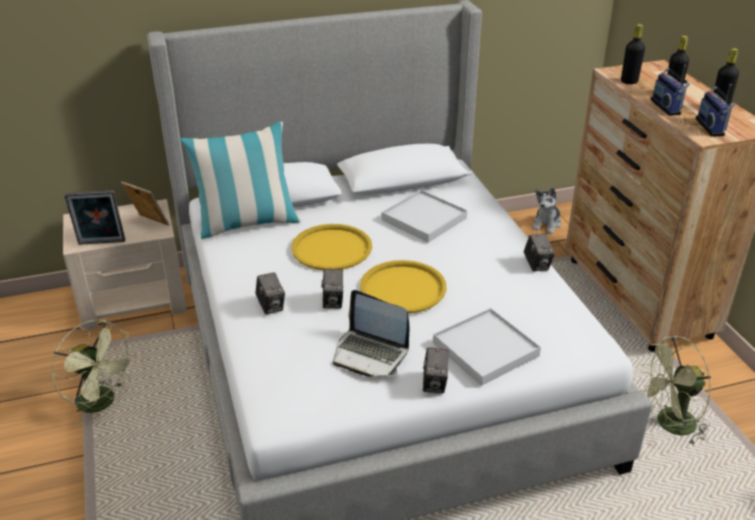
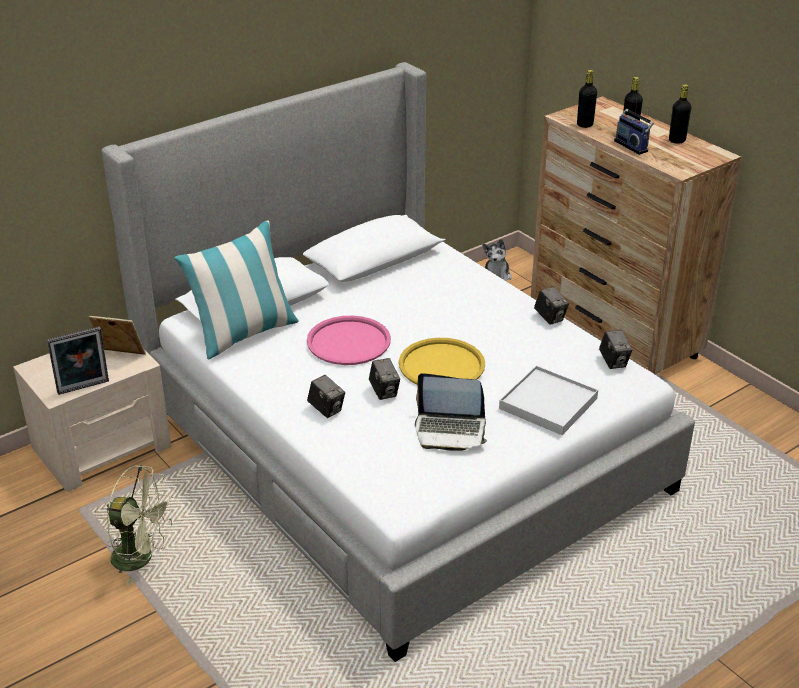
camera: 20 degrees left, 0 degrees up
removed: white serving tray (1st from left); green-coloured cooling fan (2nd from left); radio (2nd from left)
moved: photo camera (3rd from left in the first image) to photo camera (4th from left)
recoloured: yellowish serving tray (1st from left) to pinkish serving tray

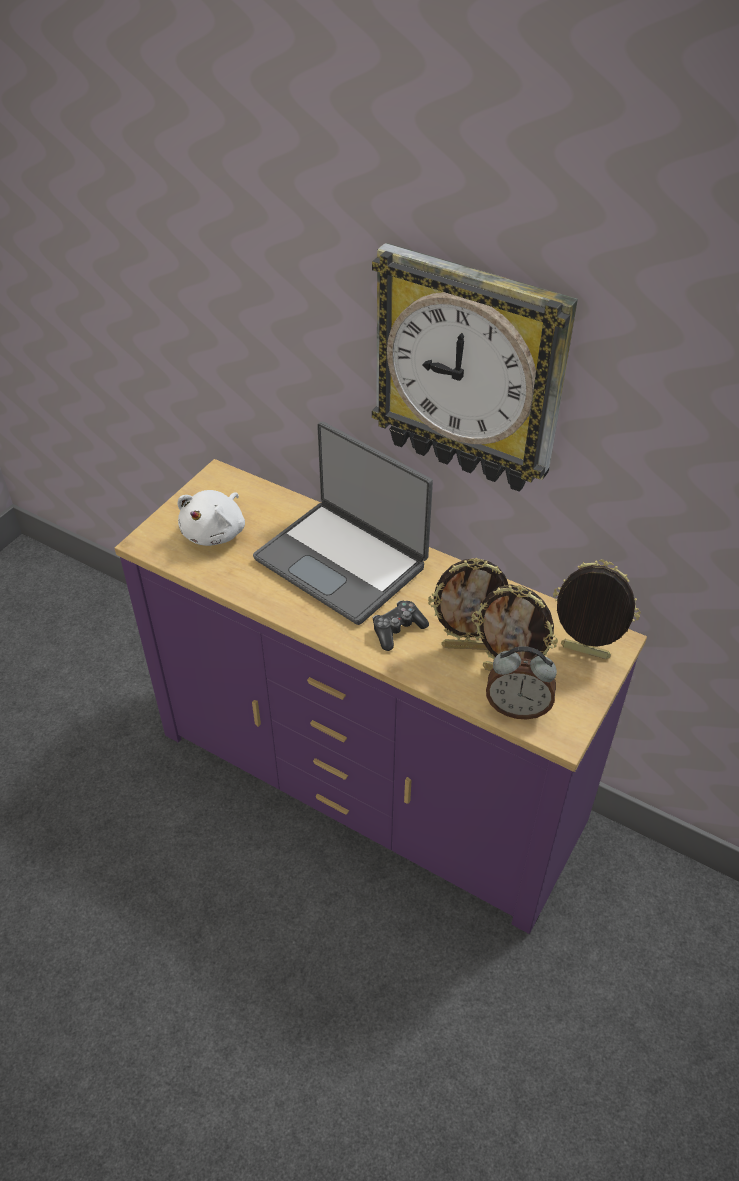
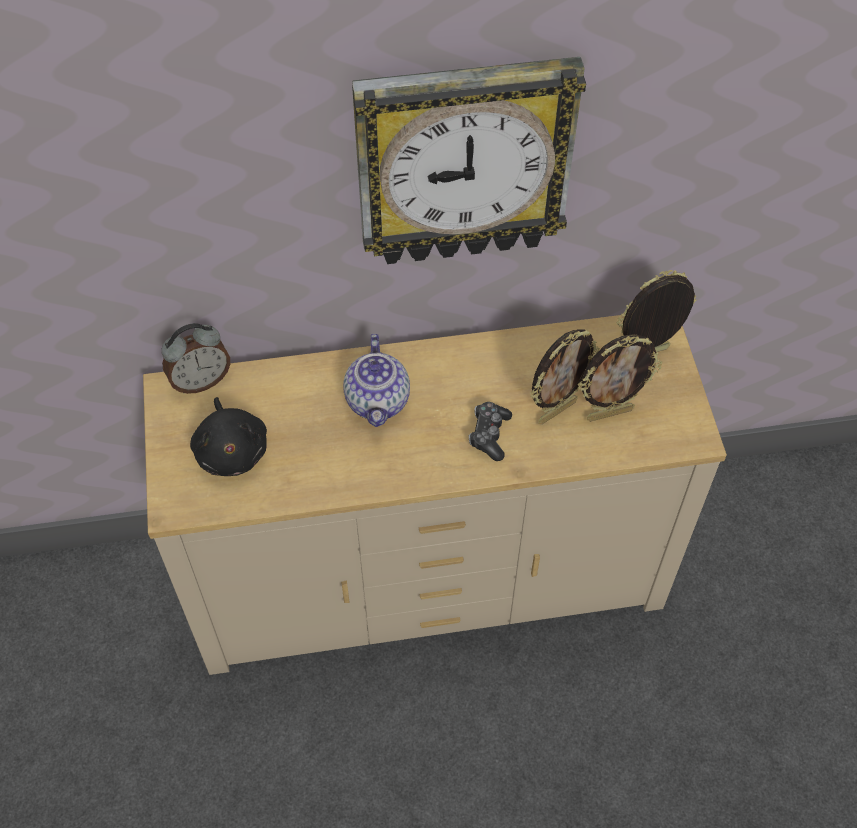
camera: 40 degrees left, 10 degrees up
moved: bedside clock
replaced: portable computer to pot for tea
recoloured: purple chest of drawers to sand-coloured chest of drawers; white cuddly toy to black-coloured cuddly toy

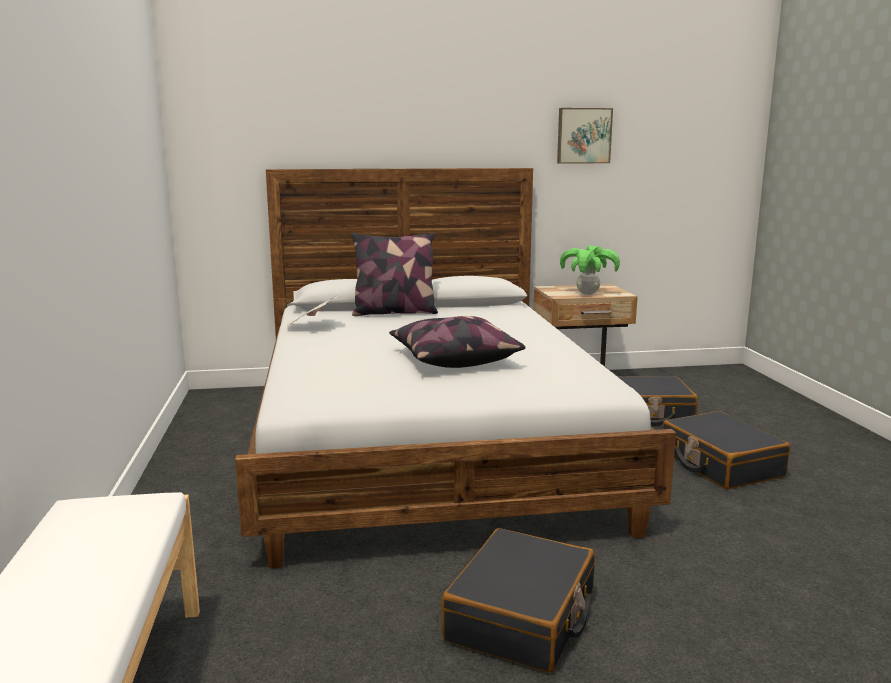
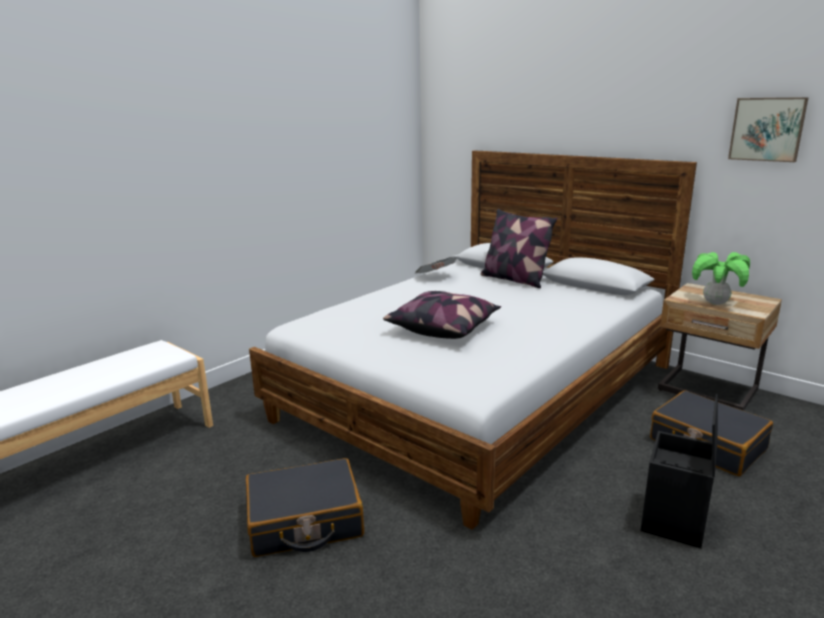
camera: 50 degrees right, 5 degrees up
replaced: black-coloured piece of luggage (3rd from left) to black-coloured storage box

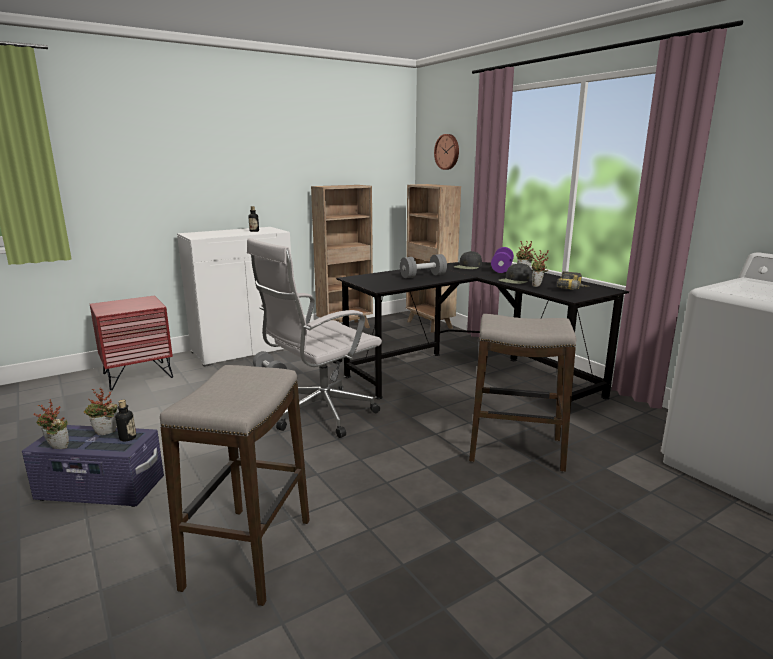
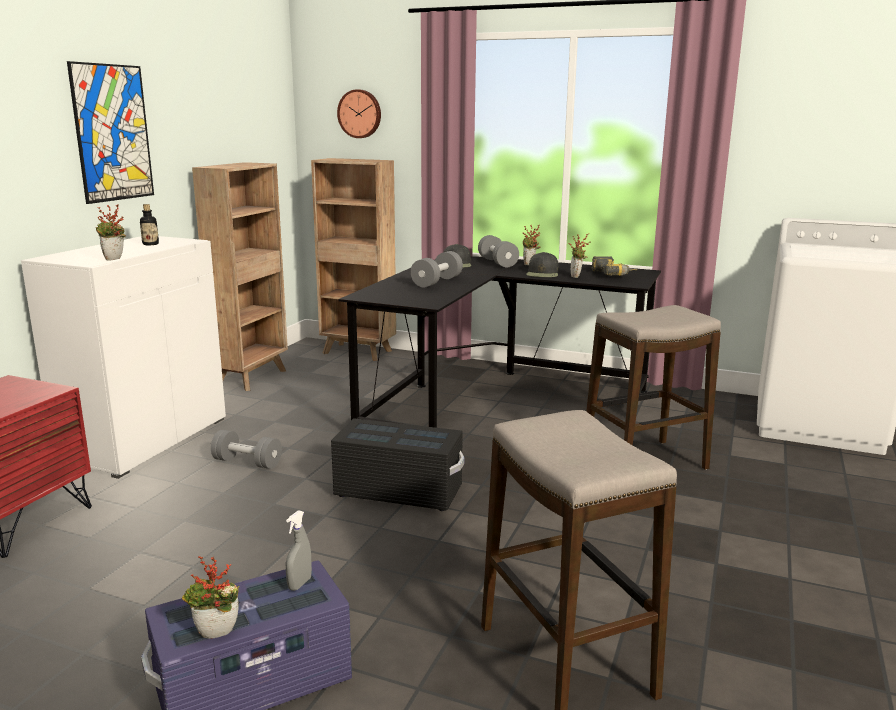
camera: 35 degrees left, 0 degrees up
added: picture
moved: potted plant (2nd from left in the first image) to potted plant (1st from left)
replaced: drink bottle (1st from left) to greyish hand sprayer; white desk chair to black-coloured storage box
recoloured: purple free weight to greyish free weight (3rd from left)

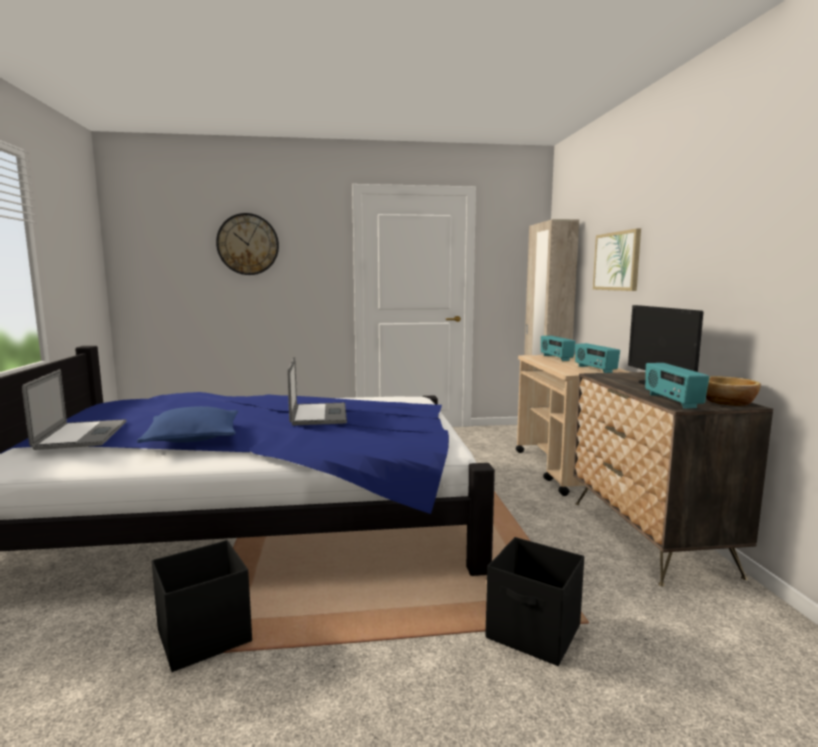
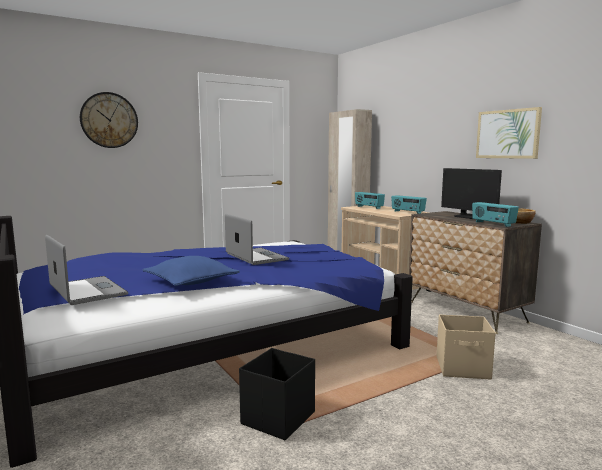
camera: 25 degrees left, 0 degrees up
moved: picture
recoloured: black-coloured storage box (2nd from left) to sand-coloured storage box

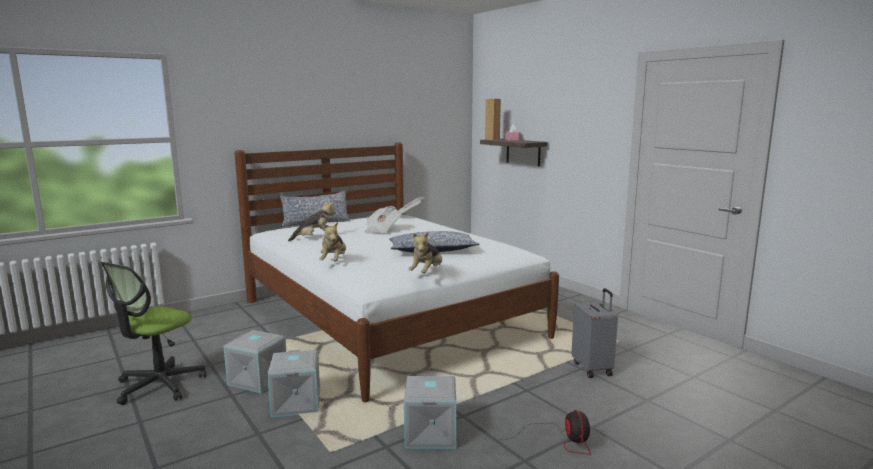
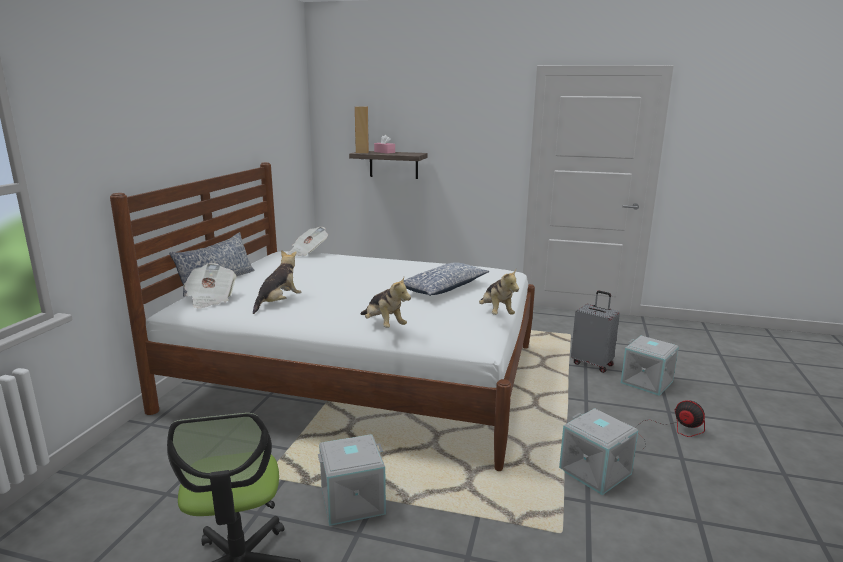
camera: 40 degrees left, 5 degrees up
moved: greyish storage box (2nd from left in the first image) to greyish storage box (3rd from left); printed paper (1st from left)

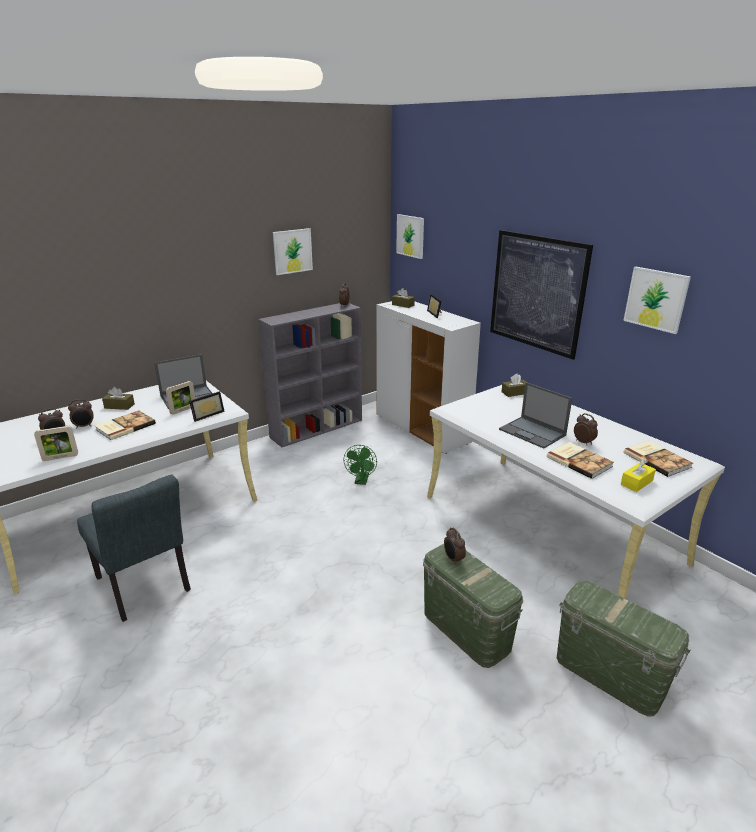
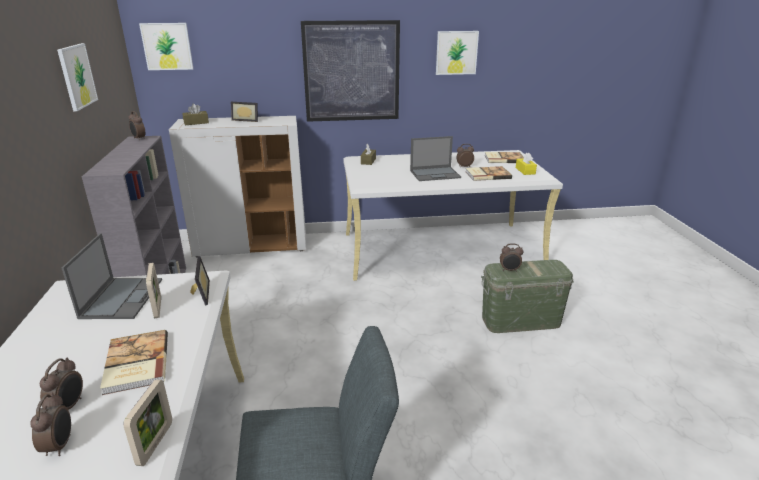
camera: 60 degrees left, 0 degrees up
removed: brown-coloured tissue holder (1st from left); green-coloured cooling fan; green-coloured storage box (2nd from left)

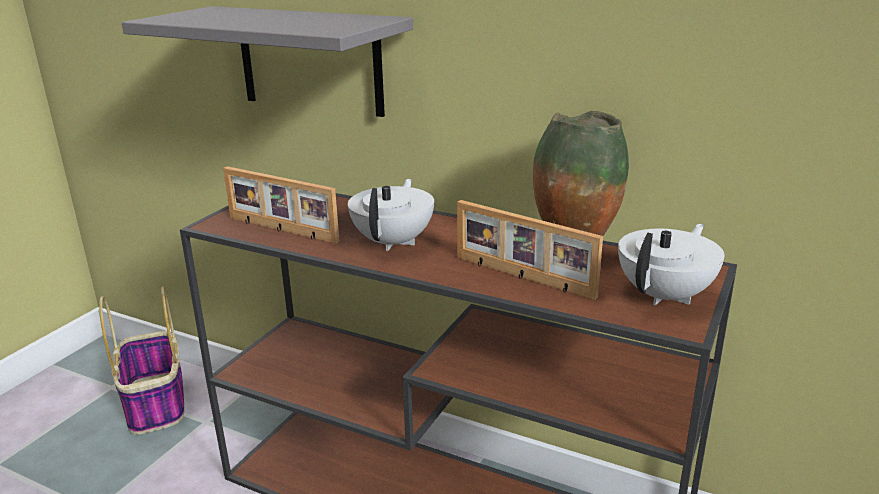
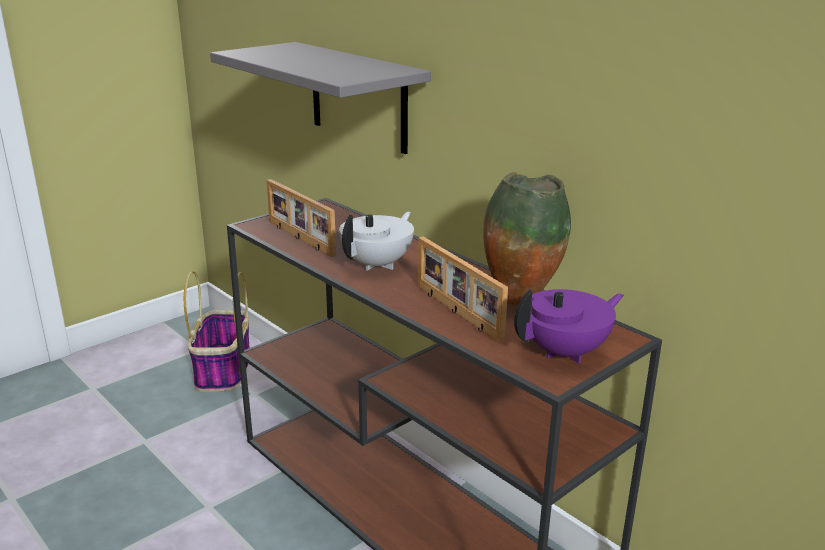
camera: 20 degrees right, 0 degrees up
recoloured: white pot for tea (2nd from left) to purple pot for tea

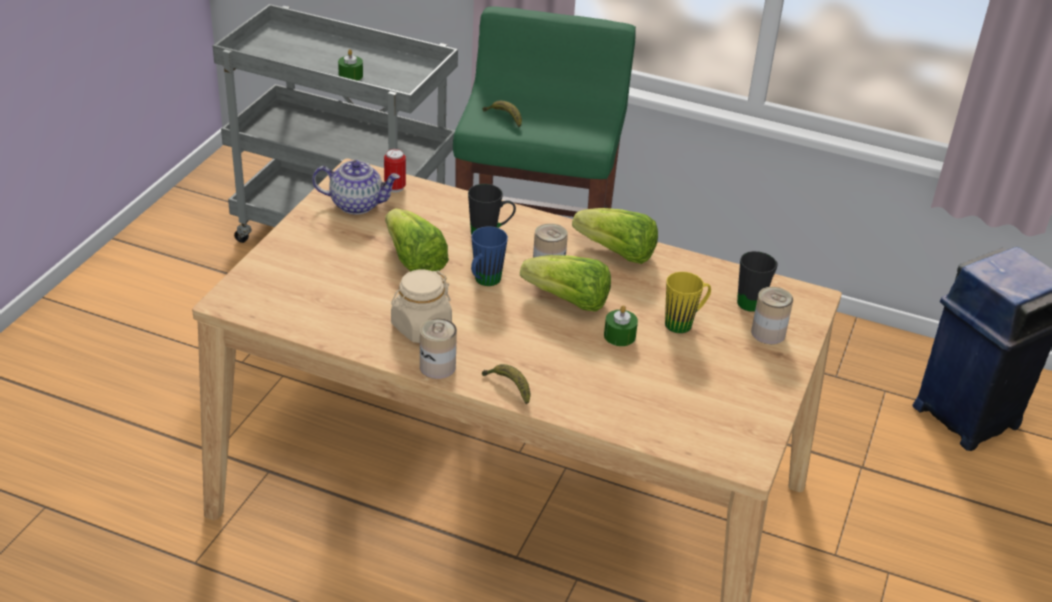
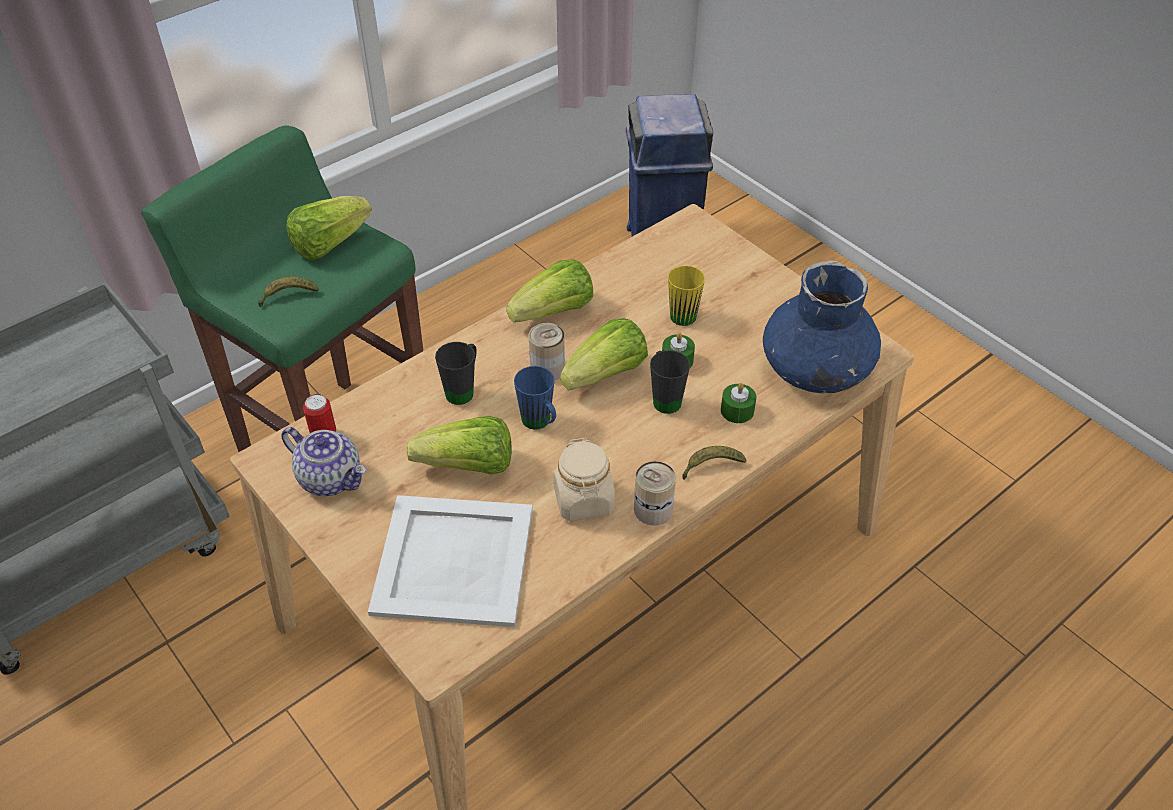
camera: 60 degrees left, 10 degrees up
removed: metal can (4th from left)
added: lettuce (1st from left); white serving tray; blue-coloured decorative vase
moved: green-coloured candle (1st from left in the first image) to green-coloured candle (2nd from left); black-coloured tea mug (2nd from left)
turned: pot for tea 90 degrees clockwise

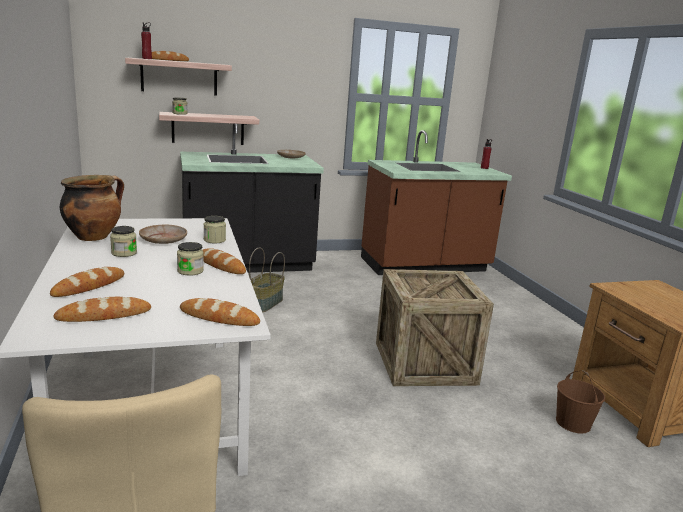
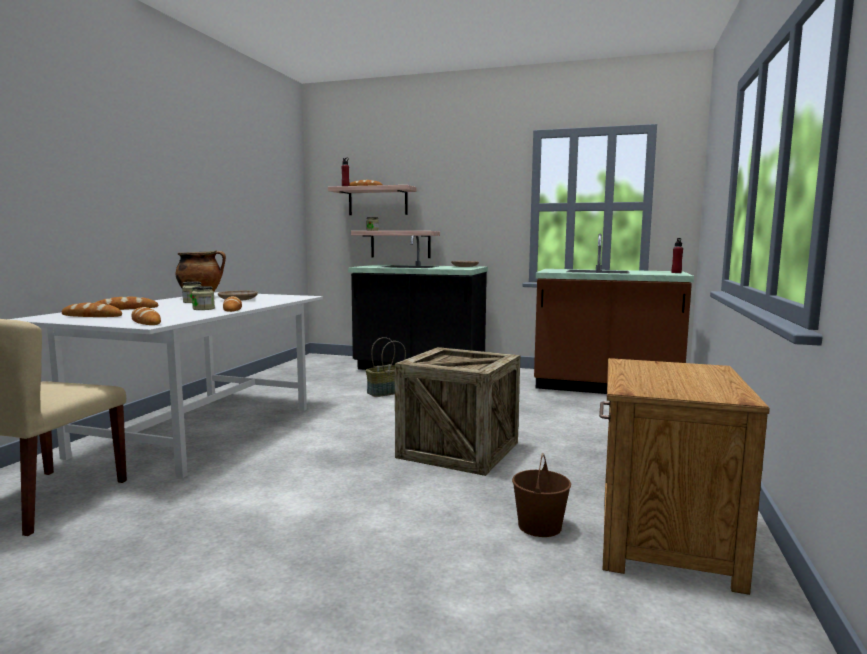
camera: 35 degrees right, 10 degrees down
removed: storage jar (4th from left)

